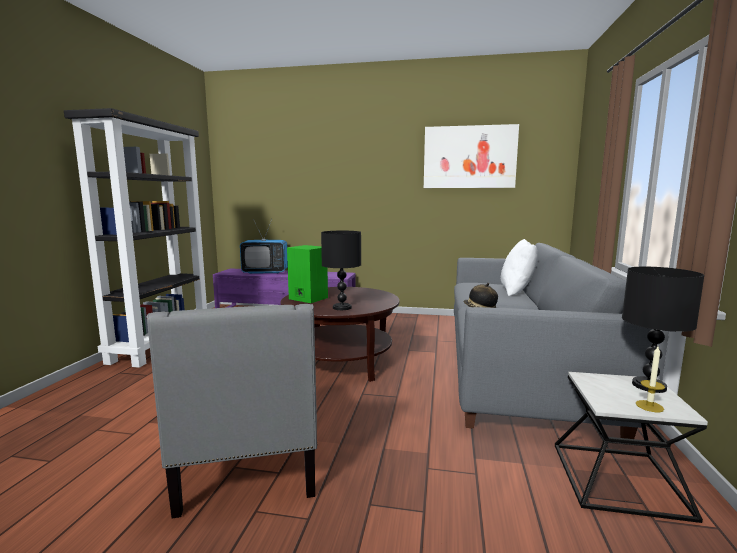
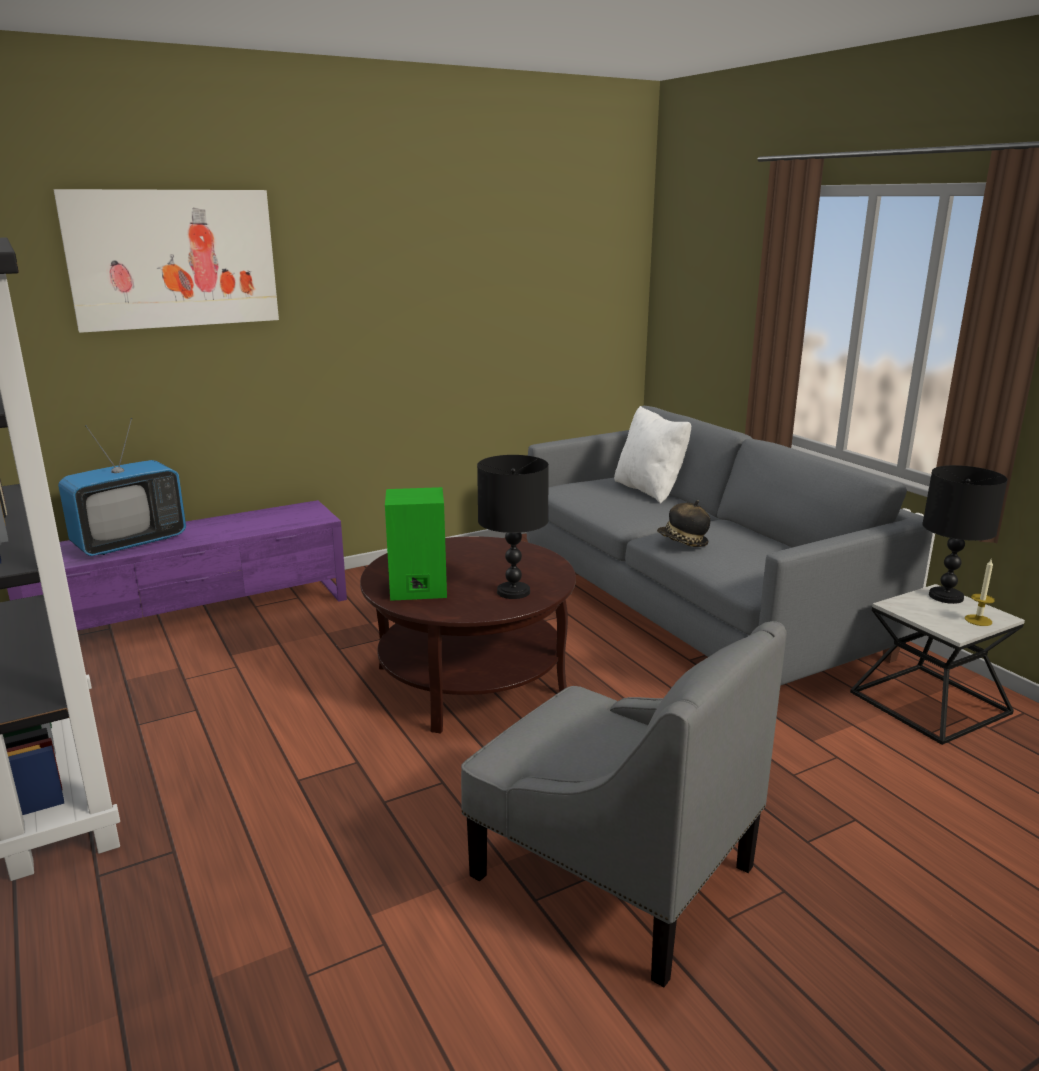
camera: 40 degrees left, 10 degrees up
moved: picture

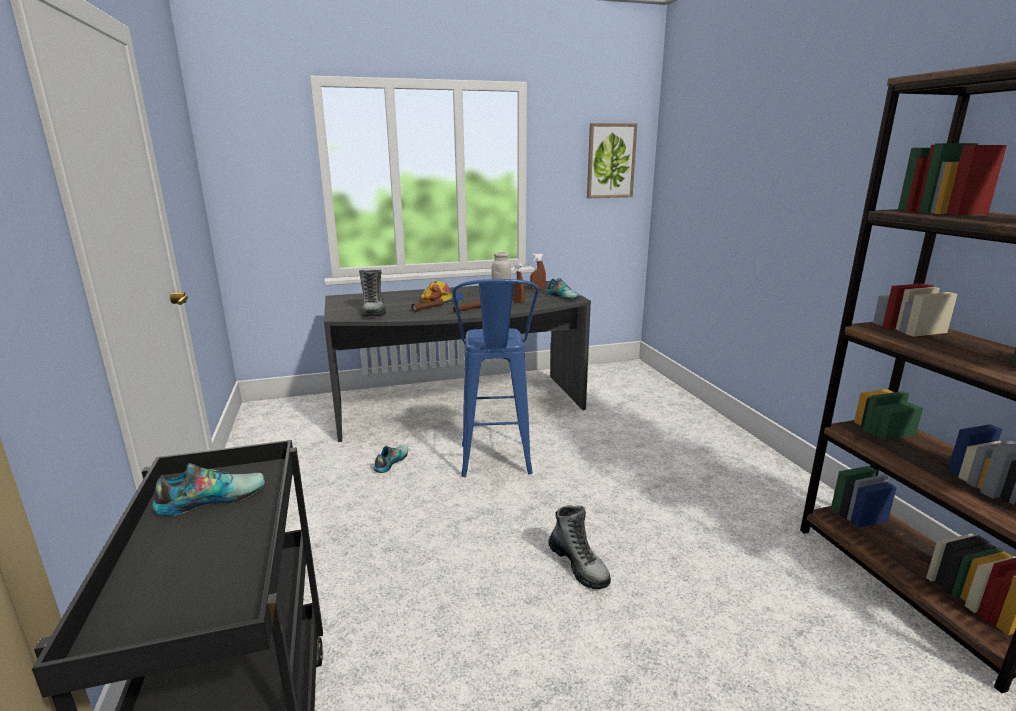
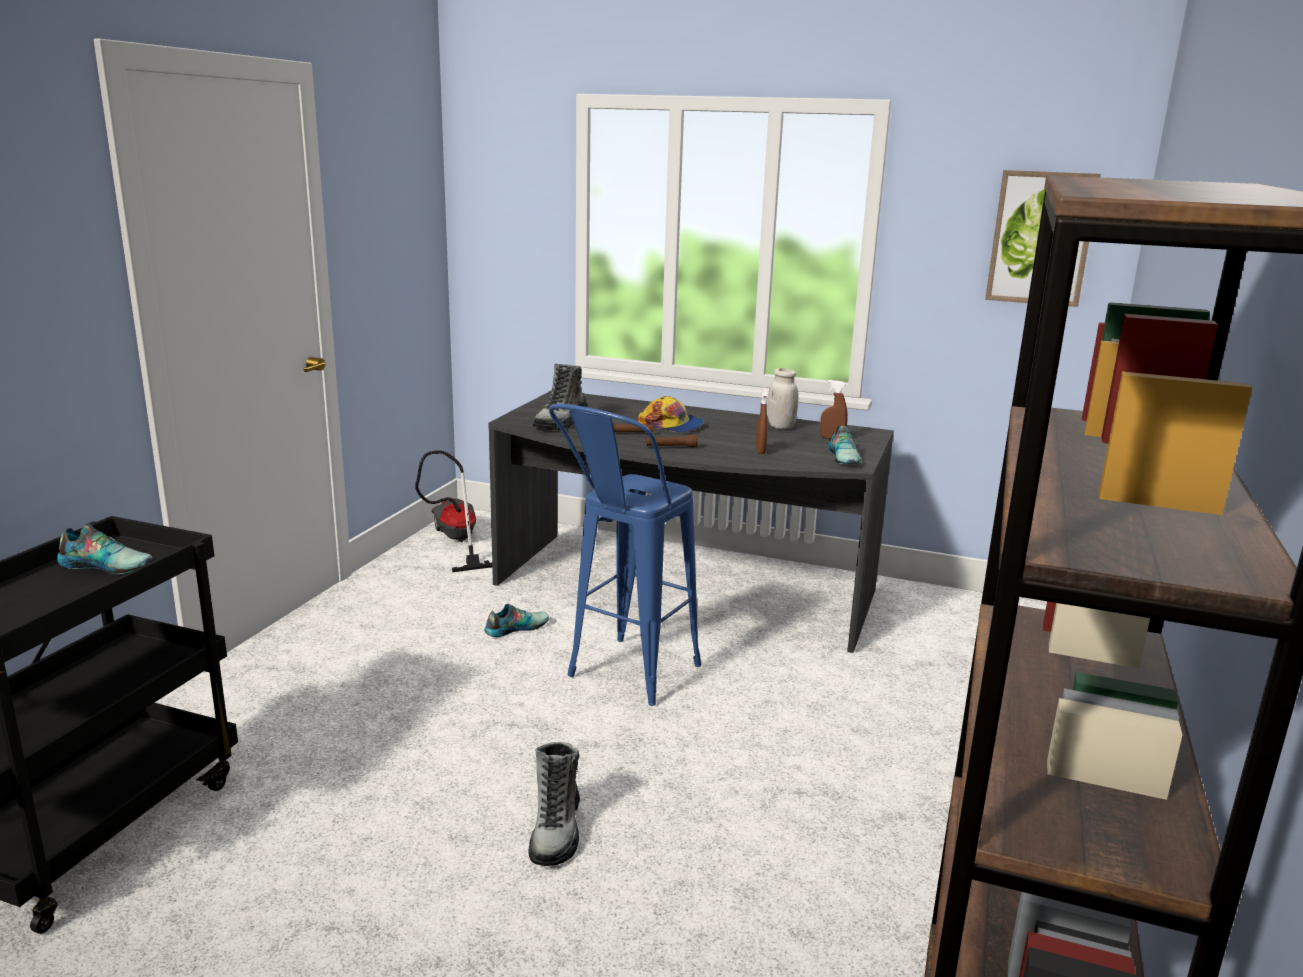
camera: 35 degrees right, 0 degrees up
added: vacuum cleaner

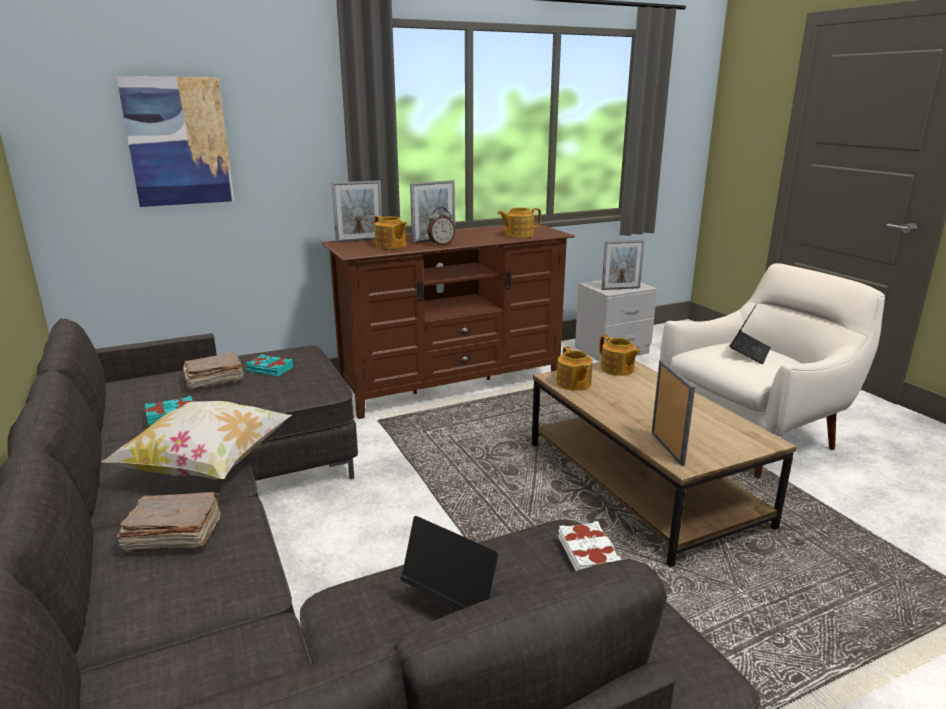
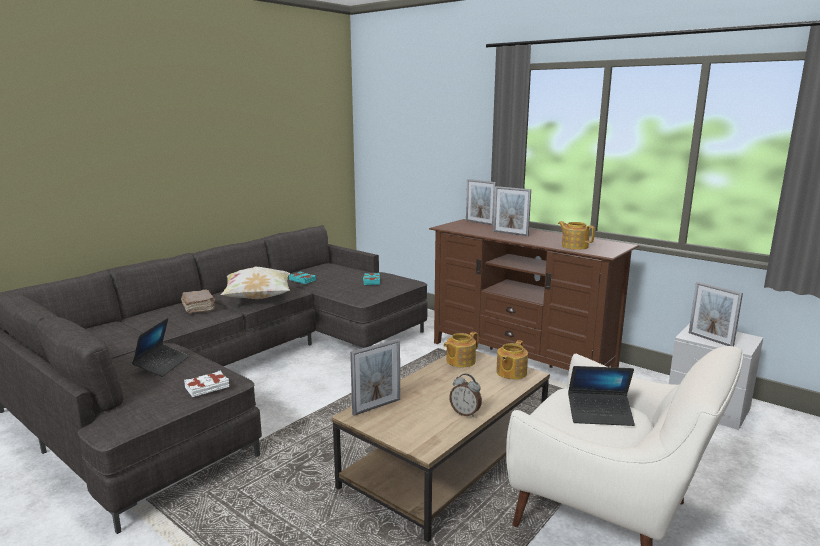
camera: 65 degrees right, 5 degrees down
removed: picture; brown-coloured book (2nd from left); pot for tea (1st from left)
moved: bedside clock

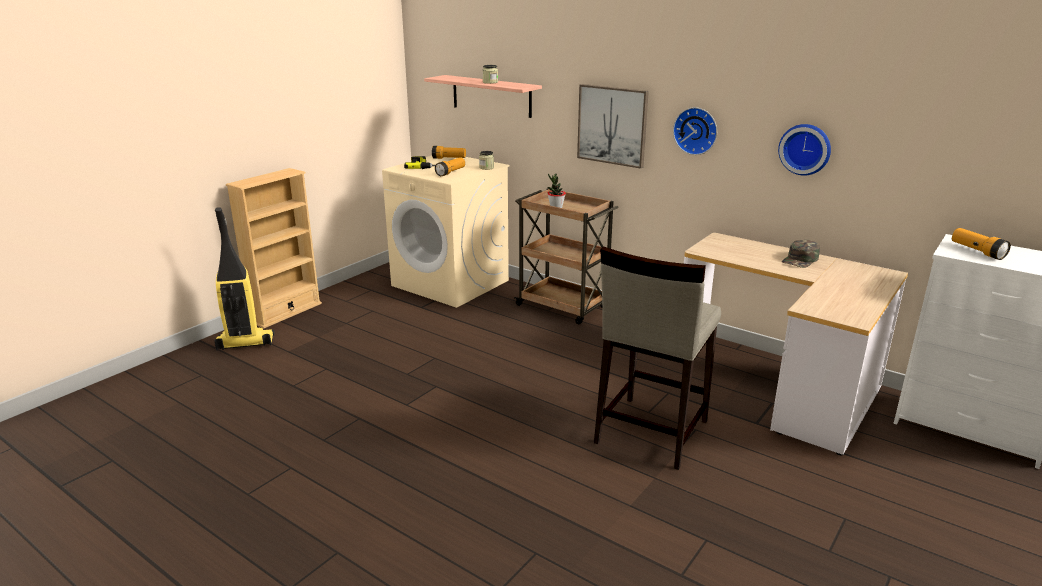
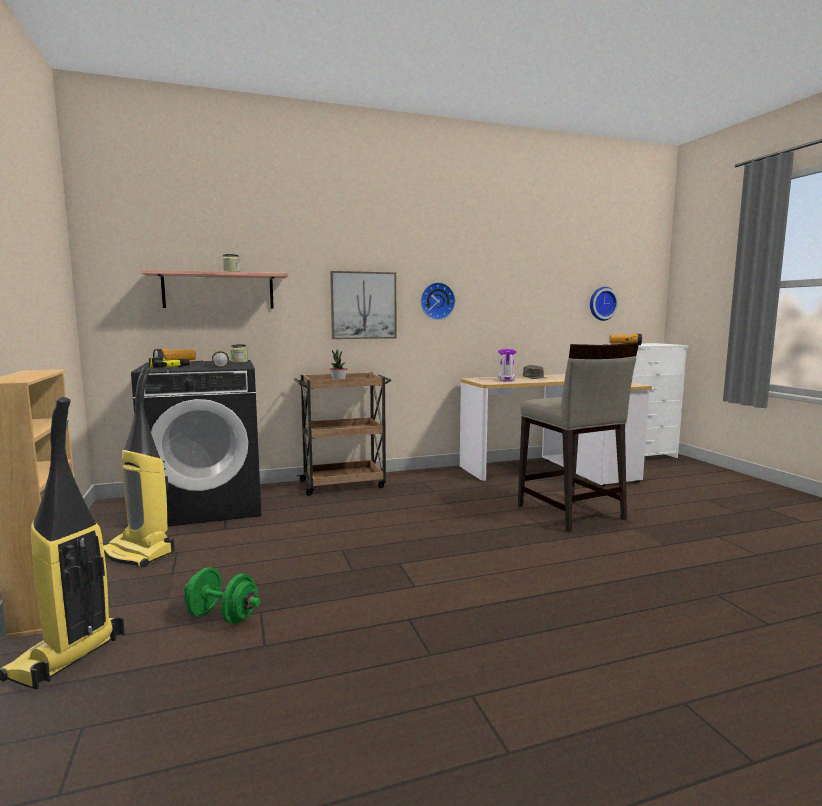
camera: 55 degrees left, 15 degrees down
added: vacuum cleaner (2nd from left); green-coloured free weight; high-top boot
moved: clock on the wall (2nd from left)
recoloured: sand-coloured laundry machine to black-coloured laundry machine

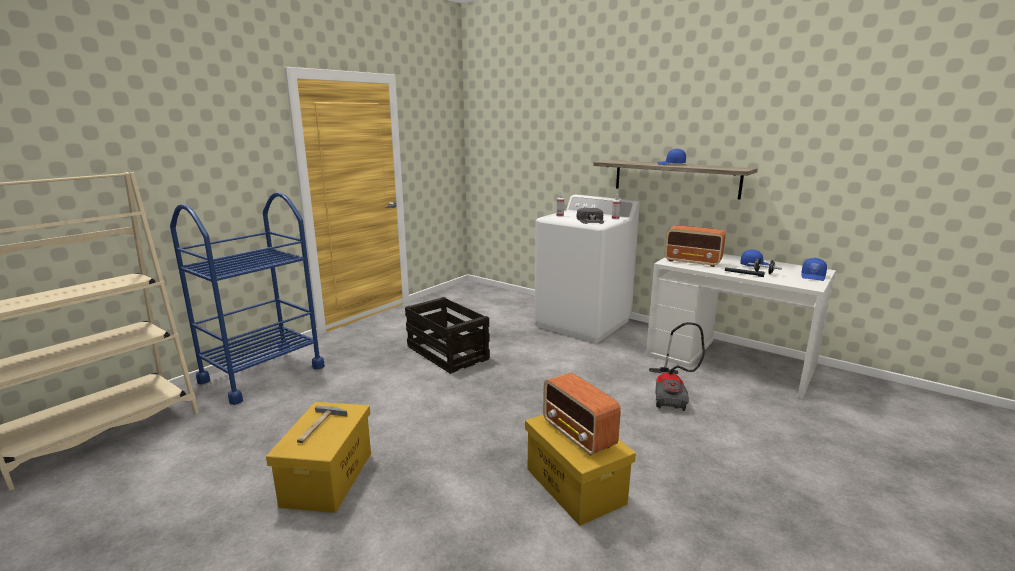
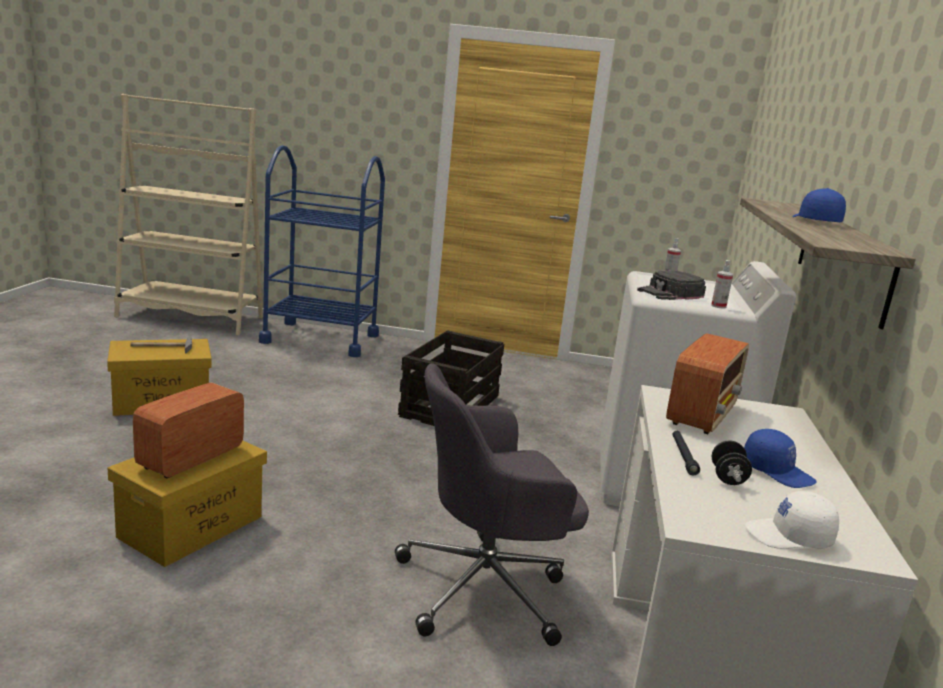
camera: 60 degrees right, 0 degrees up
replaced: vacuum cleaner to greyish desk chair
recoloured: blue-coloured peaked cap (3rd from left) to white peaked cap
turned: radio (2nd from left) 150 degrees counterclockwise

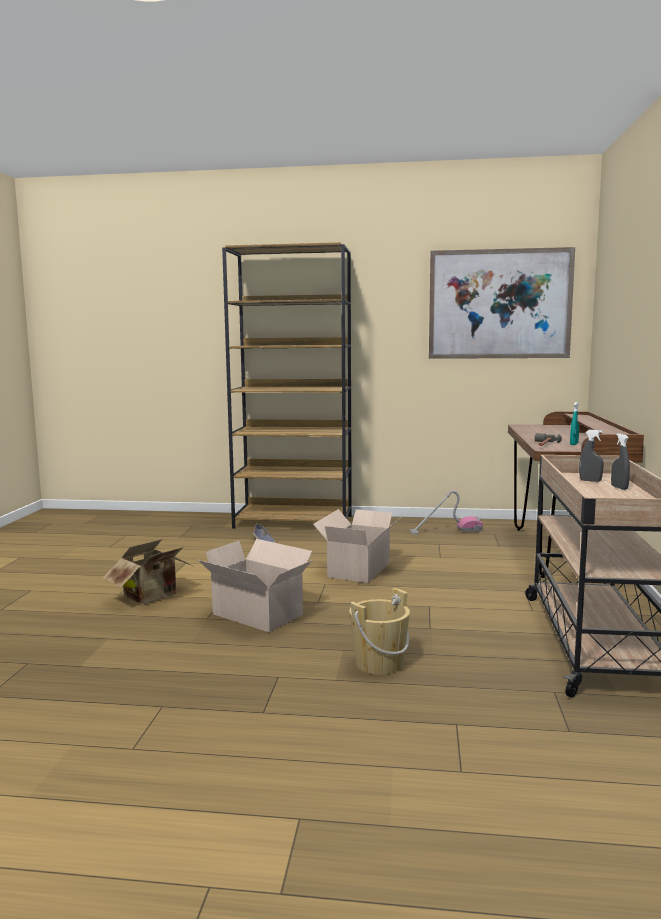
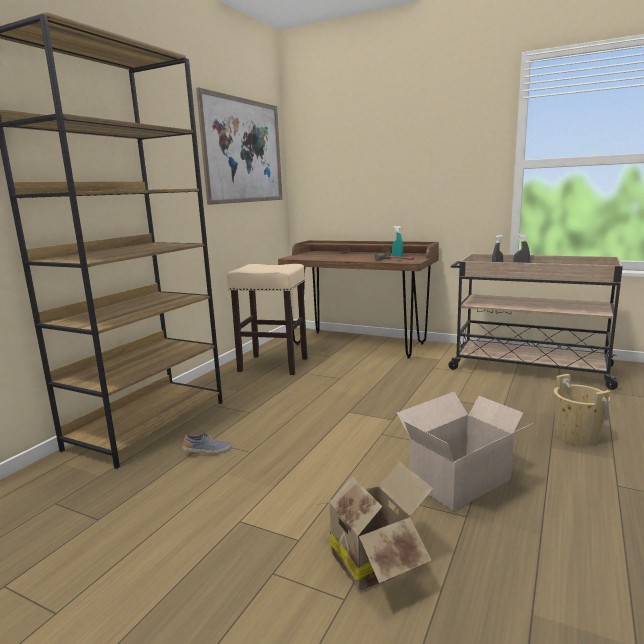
camera: 70 degrees left, 5 degrees up
removed: carton (3rd from left)
replaced: vacuum cleaner to sand-coloured stool

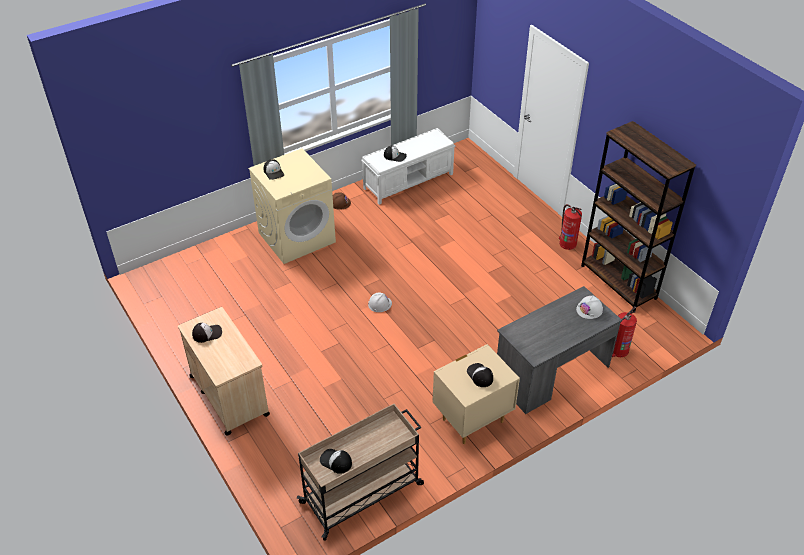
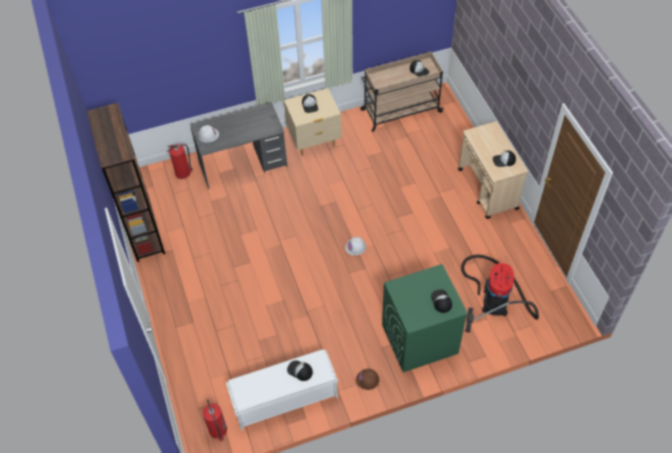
camera: 165 degrees left, 10 degrees up
added: vacuum cleaner
moved: fire-fighting cylinder (1st from left in the first image) to fire-fighting cylinder (2nd from left)
recoloured: sand-coloured laundry machine to green-coloured laundry machine

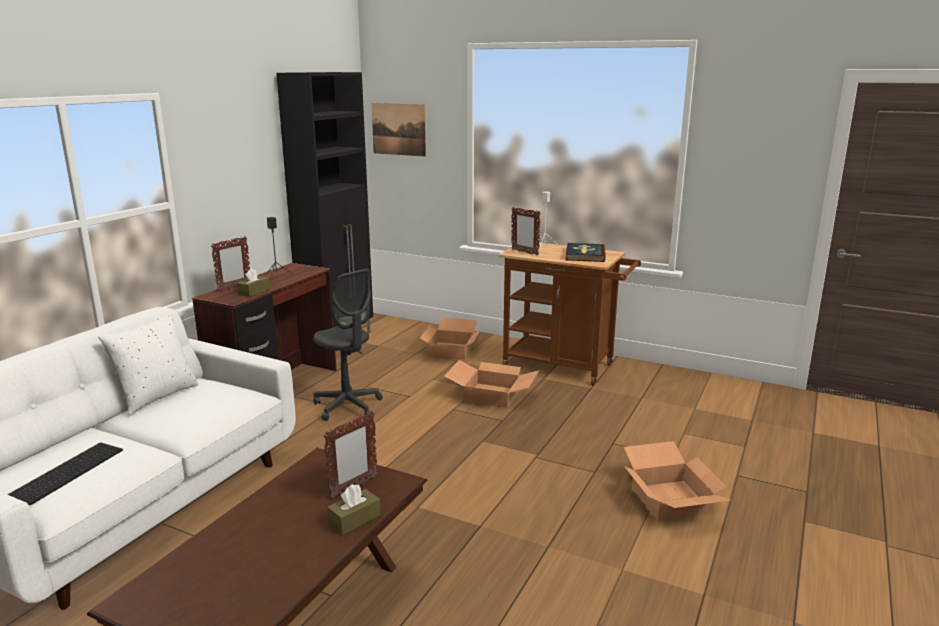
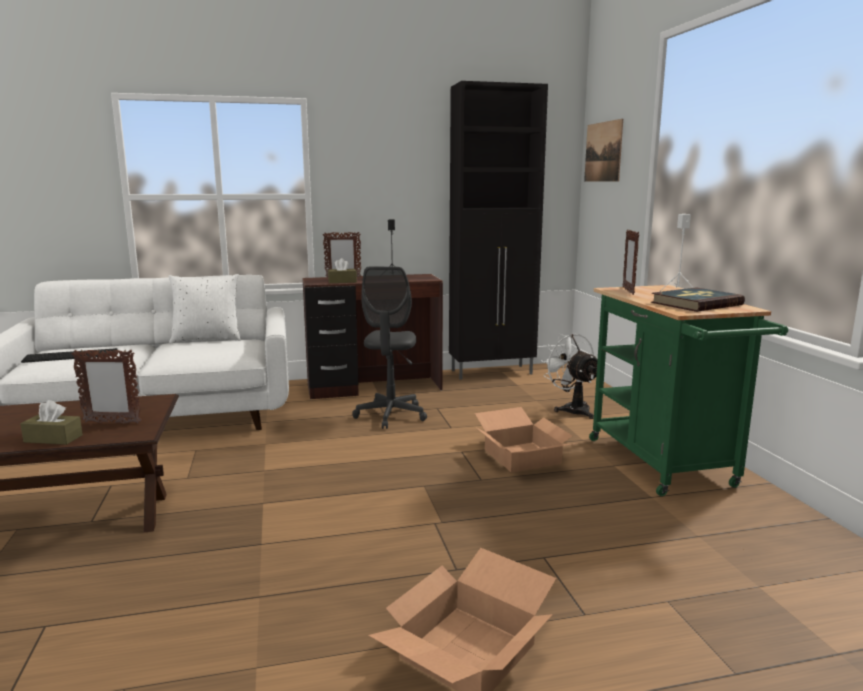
camera: 50 degrees right, 5 degrees down
replaced: carton (1st from left) to white cooling fan
recoloured: brown-coloured trolley to green-coloured trolley

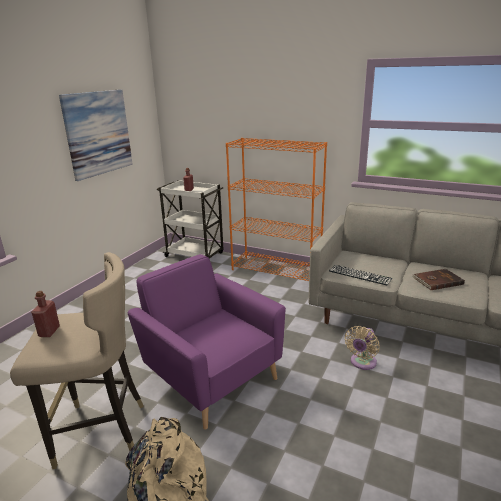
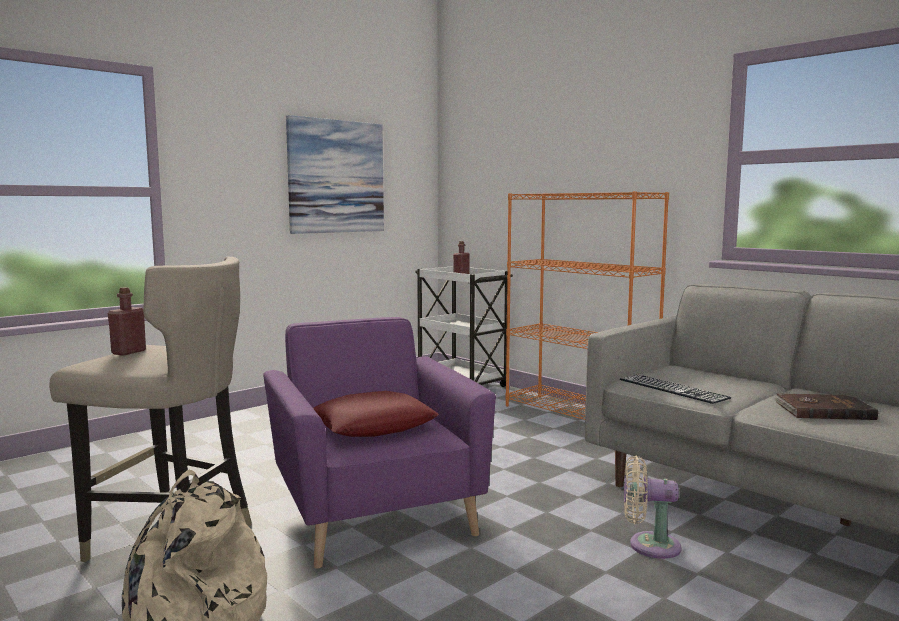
camera: 20 degrees right, 15 degrees down
added: reddish throw pillow
turned: sand-coloured cooling fan 45 degrees clockwise

